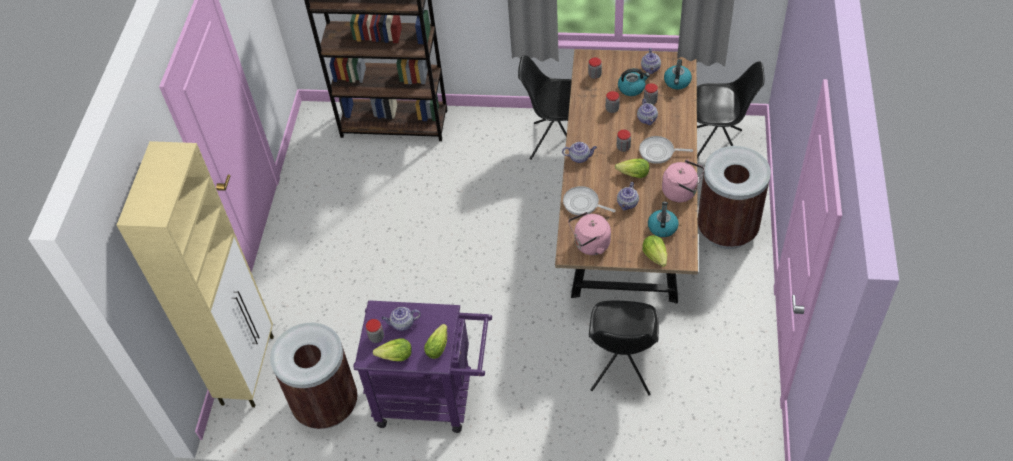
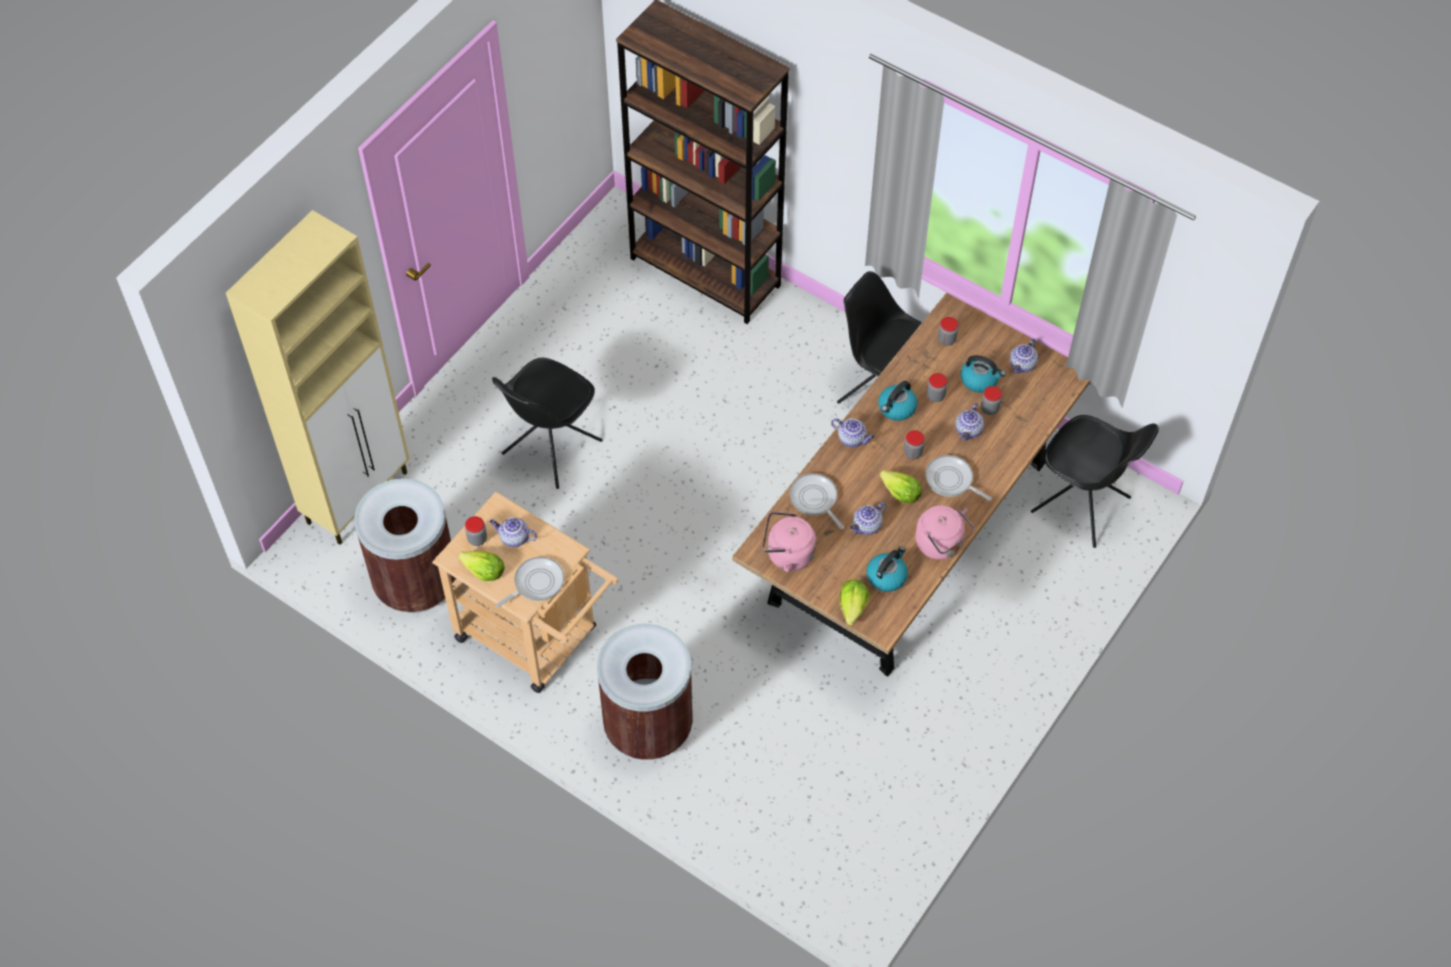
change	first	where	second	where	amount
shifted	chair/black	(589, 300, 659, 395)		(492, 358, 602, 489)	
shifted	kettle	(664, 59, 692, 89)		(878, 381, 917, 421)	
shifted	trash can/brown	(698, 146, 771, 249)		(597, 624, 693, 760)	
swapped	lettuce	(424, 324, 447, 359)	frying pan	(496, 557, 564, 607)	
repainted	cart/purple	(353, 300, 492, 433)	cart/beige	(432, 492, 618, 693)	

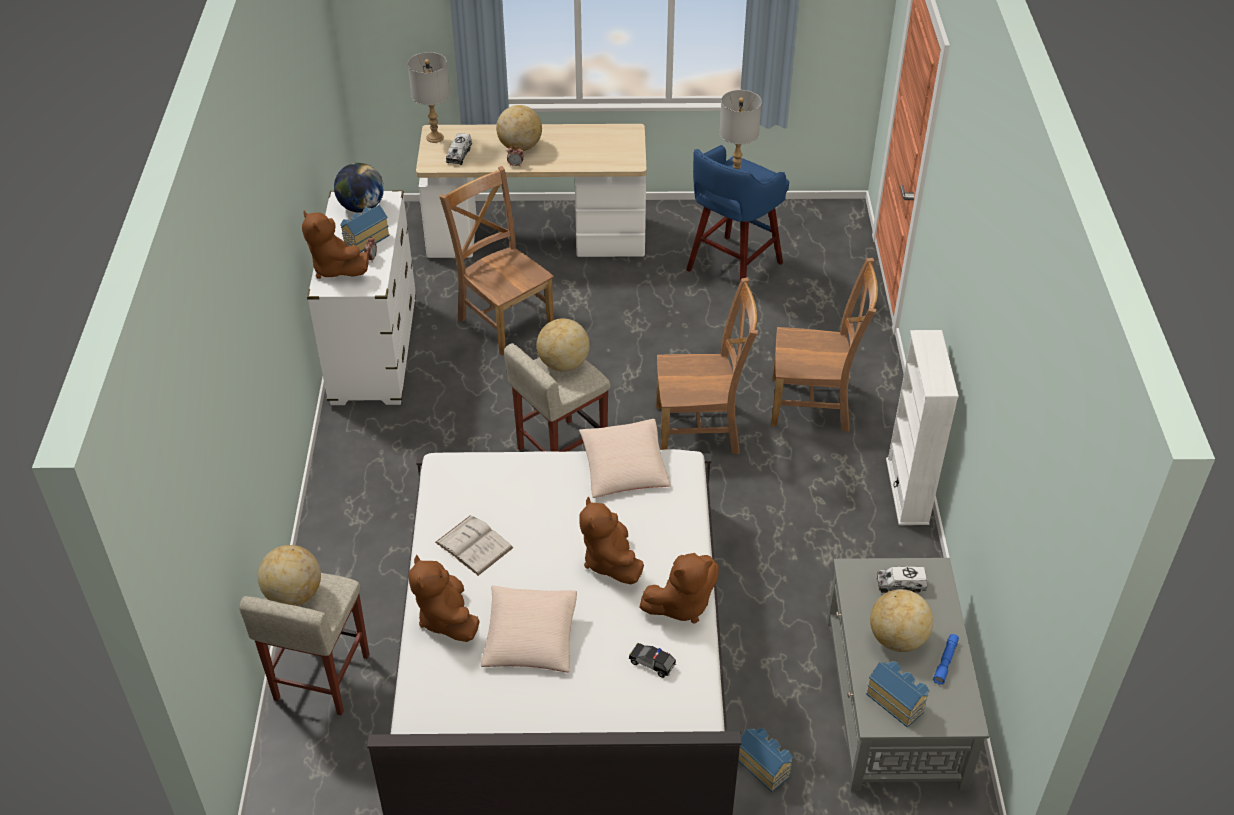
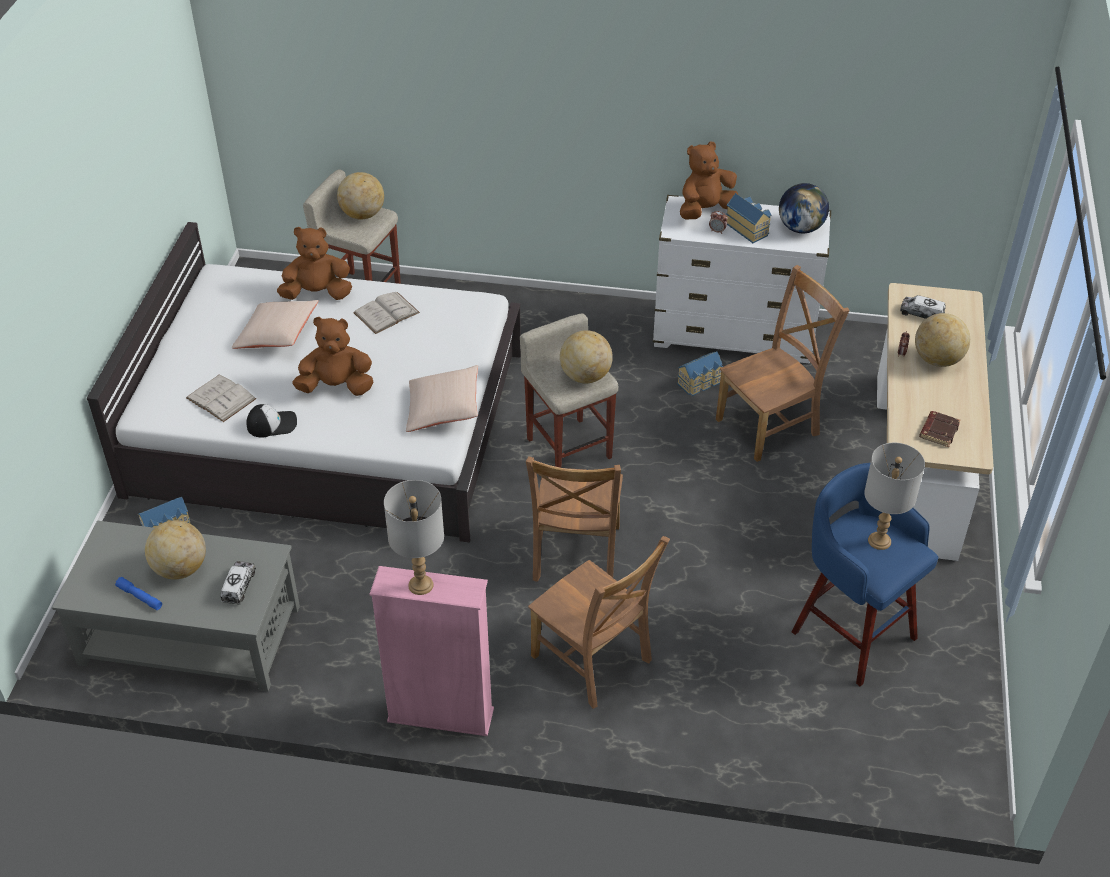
change	first	where	second	where	amount
new			book/brown	(919, 411, 961, 447)	
shifted	table lamp/grey	(408, 52, 450, 143)		(384, 480, 444, 595)	
shifted	toy house	(866, 661, 929, 728)		(677, 351, 723, 396)	
swapped	toy car	(629, 643, 676, 678)	book/white	(186, 375, 256, 422)	
swapped	plush toy/brown	(639, 553, 719, 623)	cap	(246, 404, 297, 438)	
repainted	bookcase/white	(886, 330, 959, 525)	bookcase/pink	(370, 566, 494, 736)	
rotated	chair/brown	(771, 258, 878, 432)		(528, 536, 670, 709)	60 degrees counterclockwise

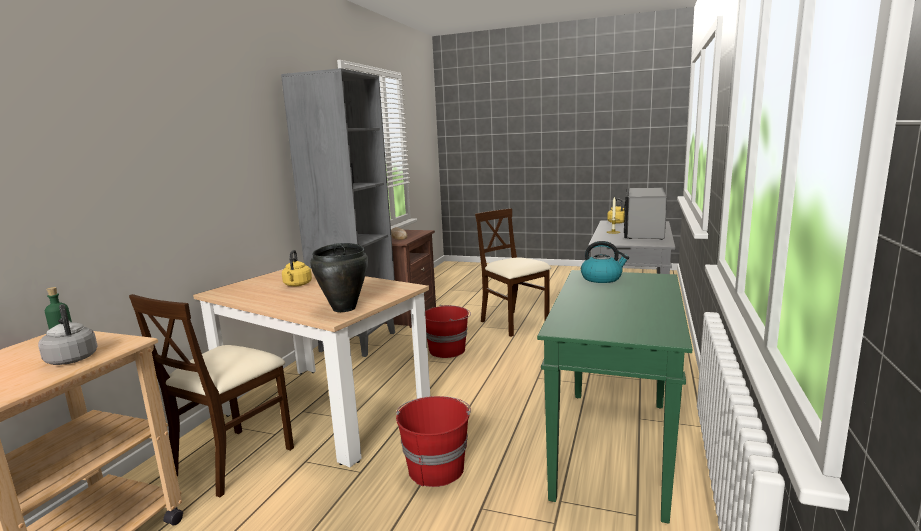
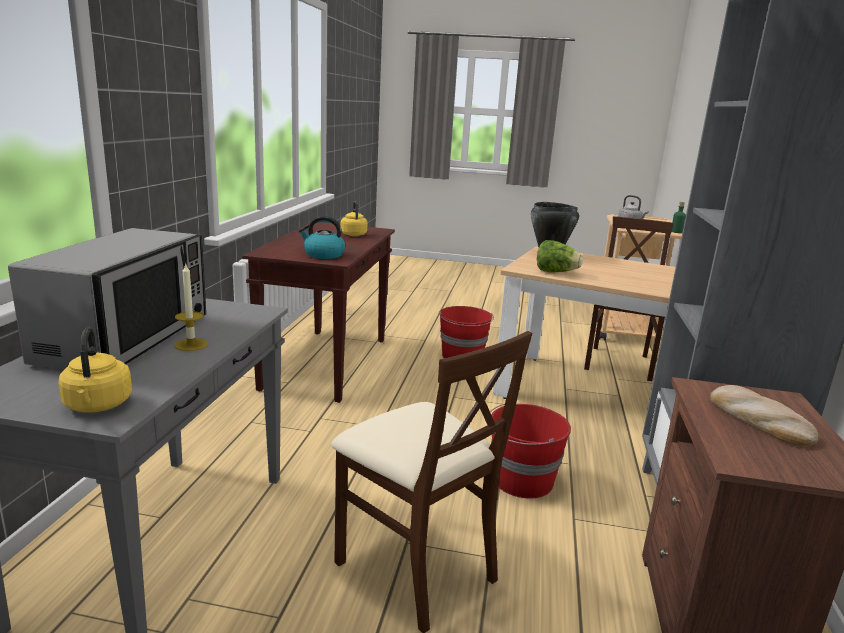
change	first	where	second	where	amount
new			lettuce	(537, 240, 583, 272)	
shifted	kettle/yellow	(282, 250, 312, 286)		(341, 201, 368, 236)	
repainted	console table/green	(537, 270, 692, 524)	console table/brown	(242, 222, 395, 403)	

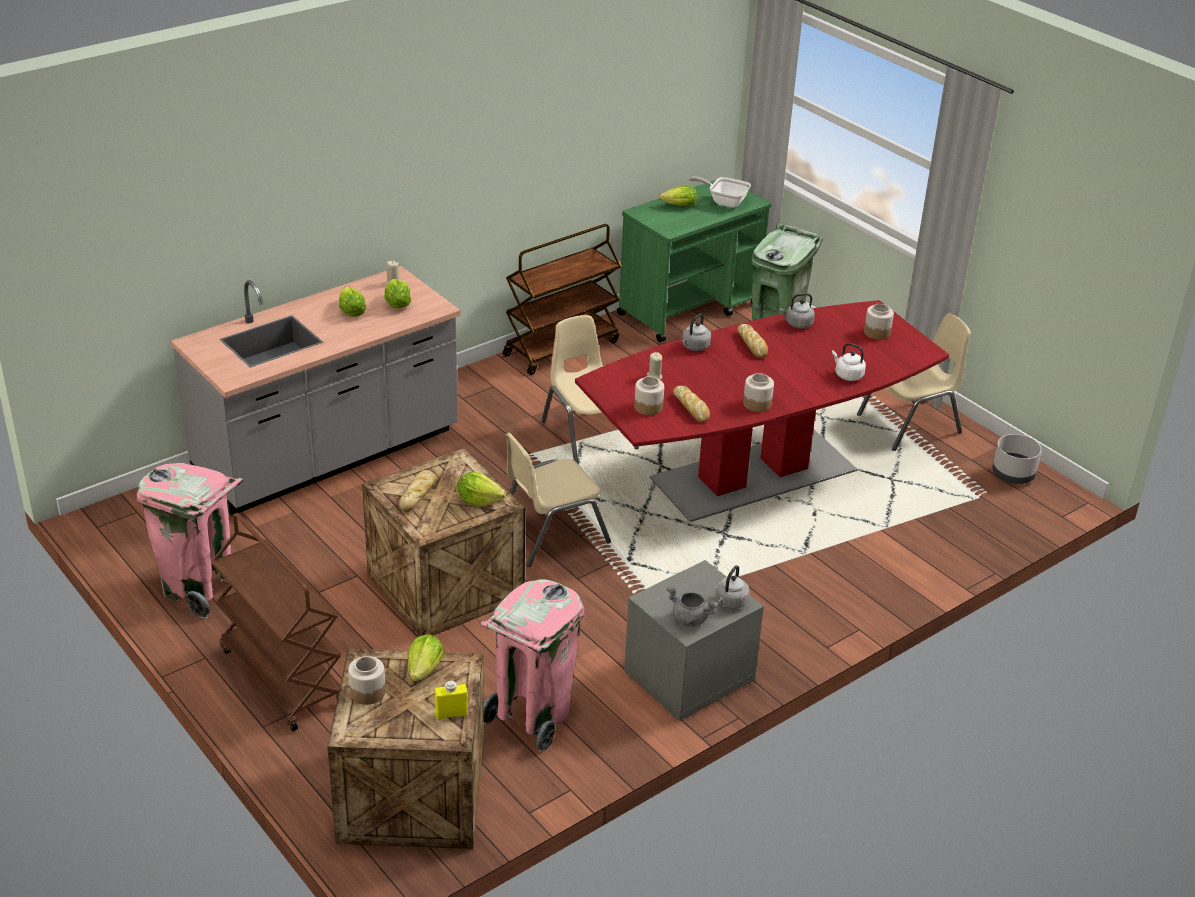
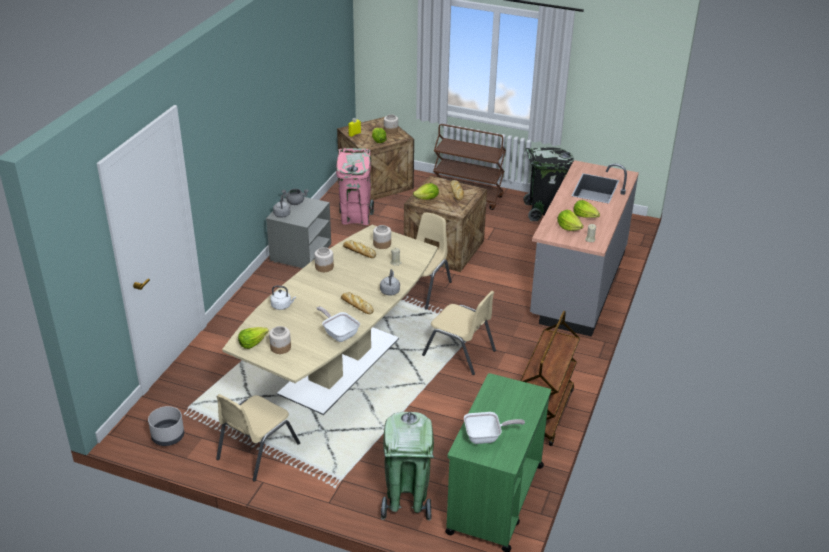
change	first	where	second	where	amount
shifted	lettuce	(659, 185, 697, 206)		(238, 327, 269, 349)	
swapped	kettle/grey	(779, 293, 815, 328)	frying pan	(317, 306, 360, 342)	
repainted	trash can/pink	(137, 463, 243, 619)	trash can/black	(523, 147, 574, 221)	
repainted	dining table/red	(575, 300, 949, 522)	dining table/beige	(222, 225, 438, 415)	

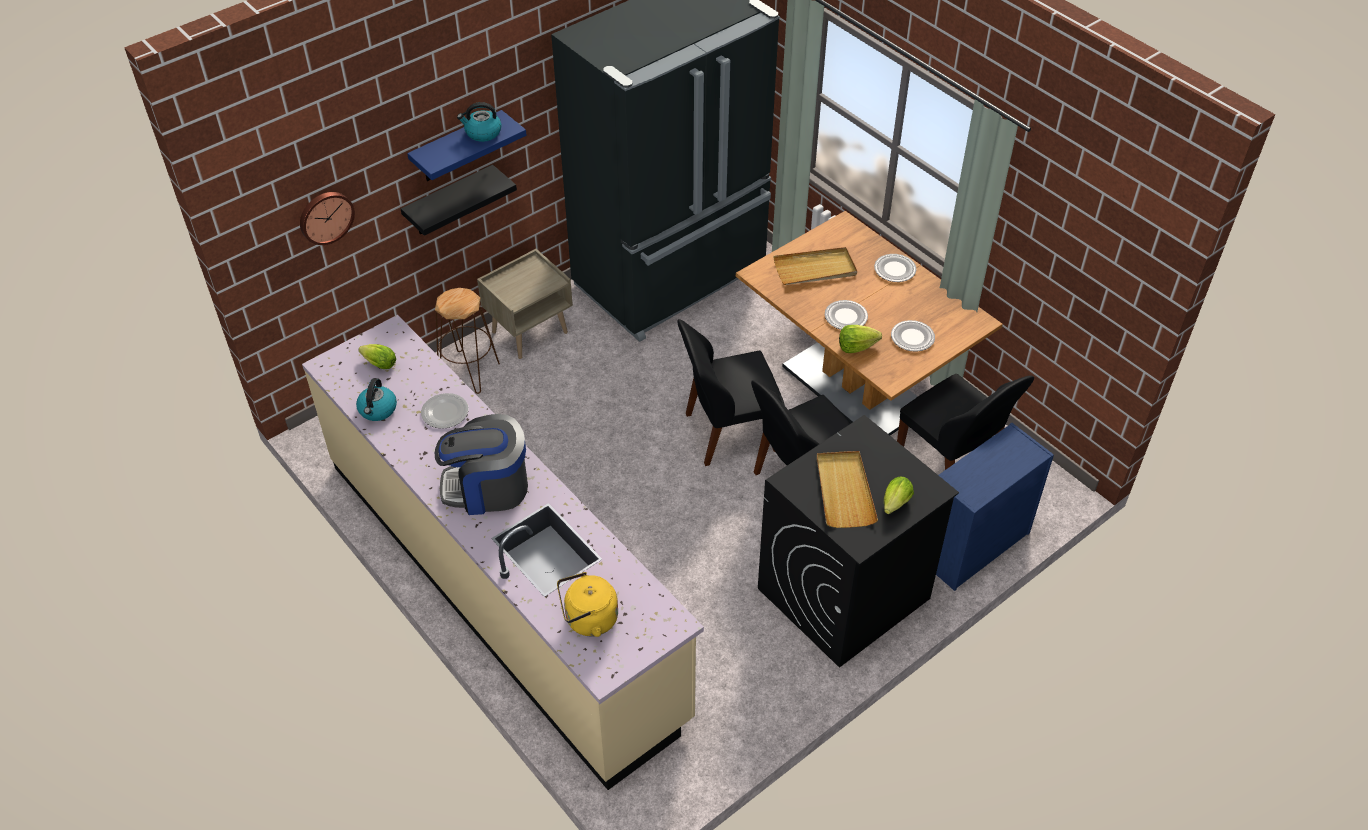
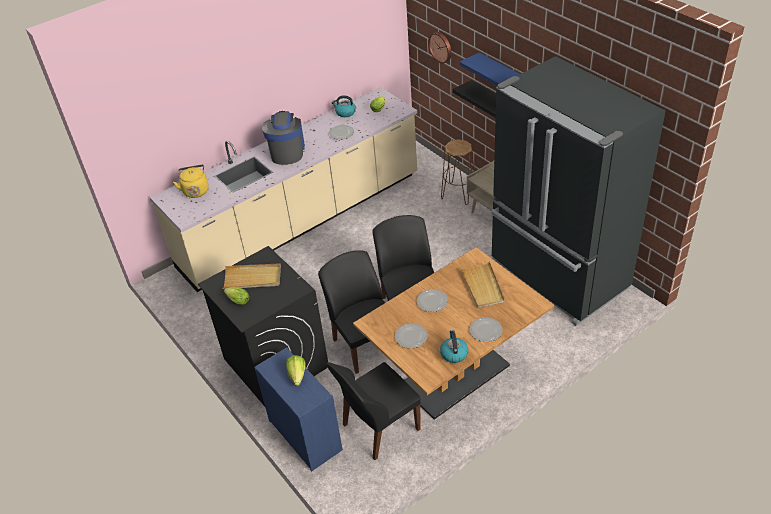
change	first	where	second	where	amount
shifted	kettle	(457, 102, 502, 142)		(440, 330, 468, 363)	
shifted	lettuce	(839, 325, 882, 353)		(286, 355, 306, 386)	

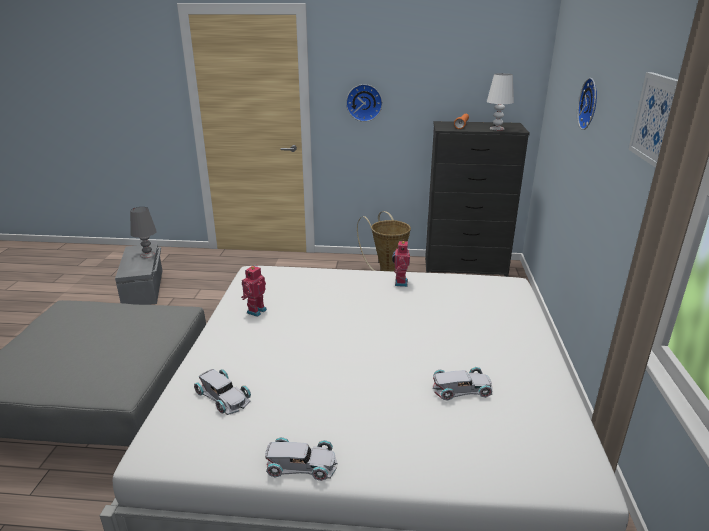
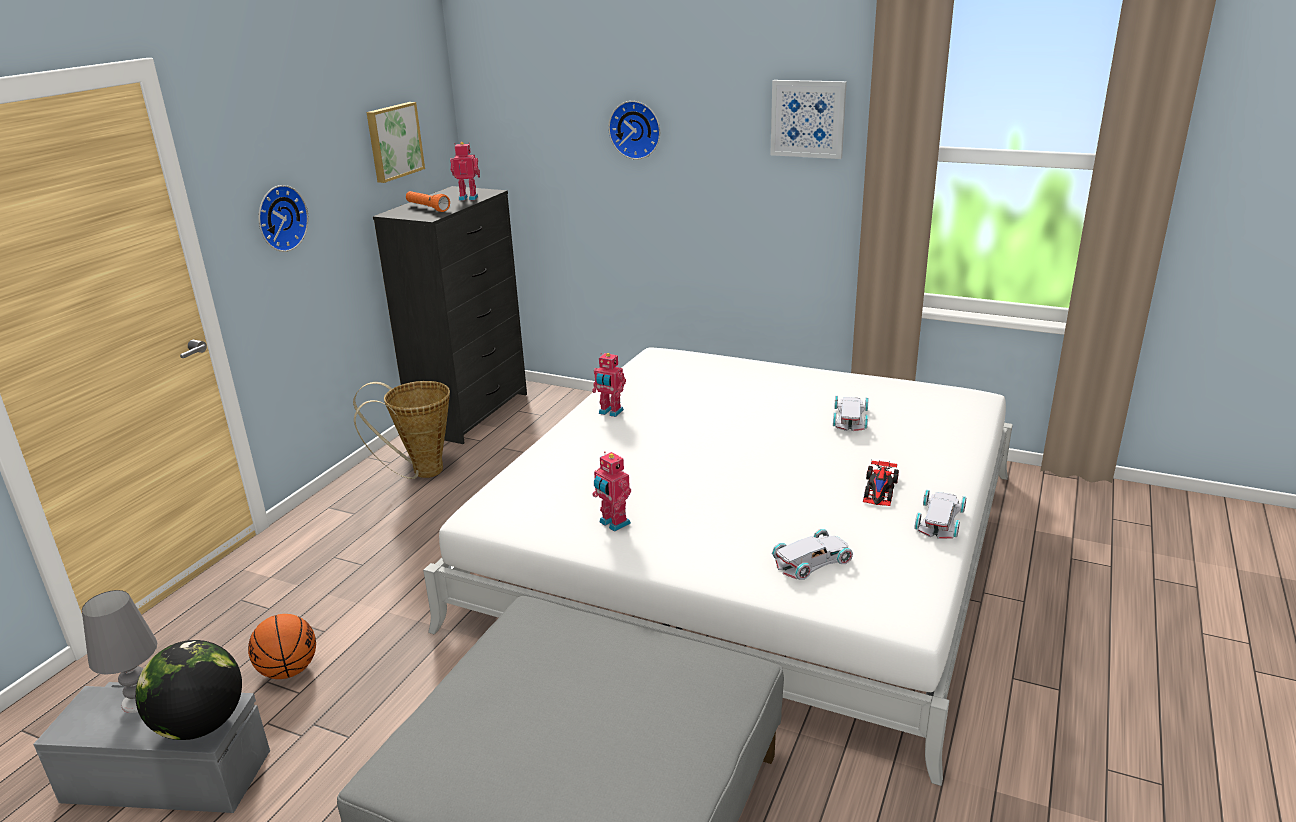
change	first	where	second	where	amount
new			globe	(135, 640, 242, 740)	
new			basketball	(248, 614, 316, 679)	
new			picture	(366, 102, 425, 183)	
new			toy car	(863, 459, 899, 506)	
swapped	table lamp/white	(487, 73, 514, 130)	toy robot	(450, 142, 480, 201)	

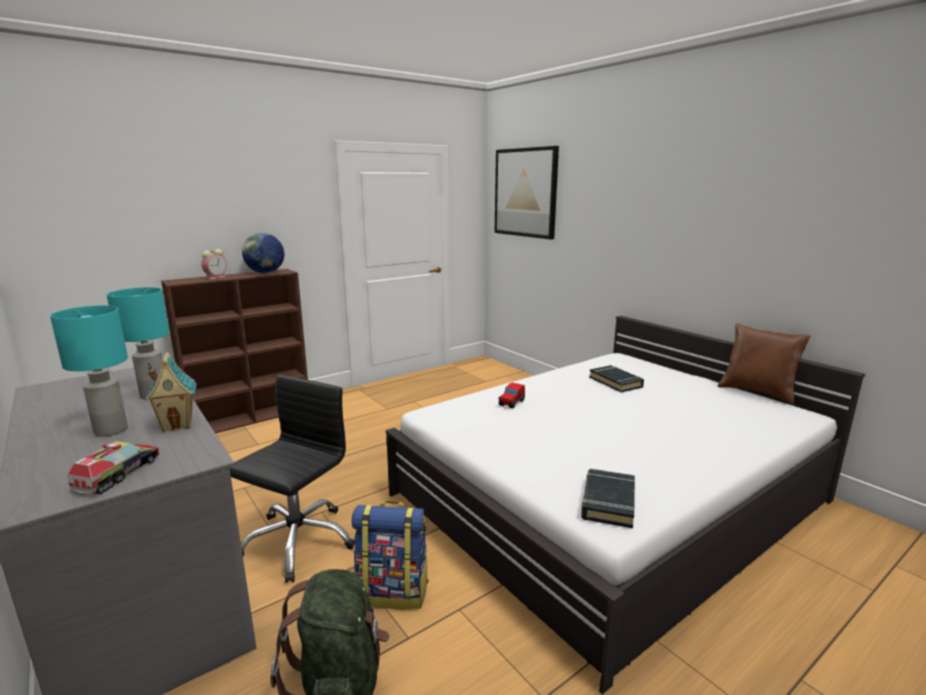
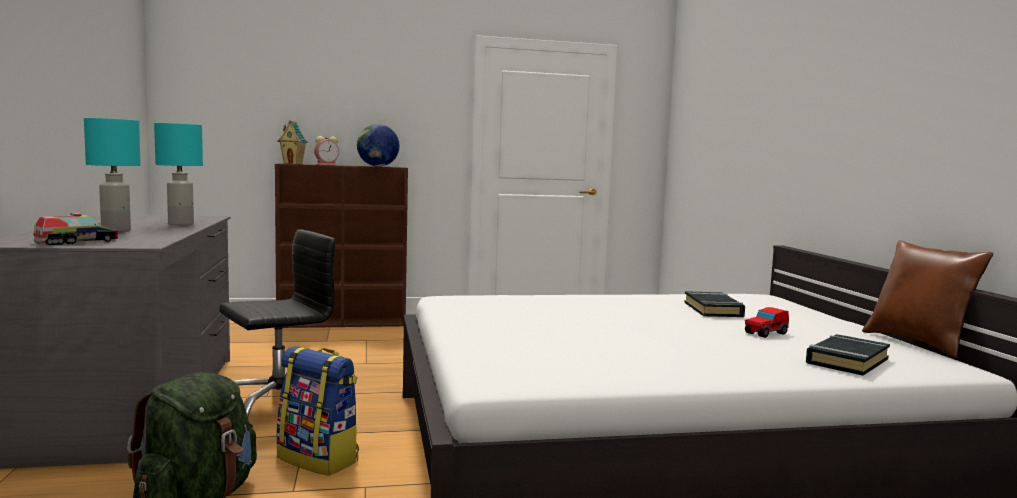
change	first	where	second	where	amount
gone	picture	(495, 146, 559, 239)			
shifted	toy house	(145, 352, 197, 432)		(277, 120, 308, 164)	
shifted	toy car	(499, 383, 525, 409)		(745, 307, 789, 338)	
shifted	book/black	(581, 469, 635, 528)		(806, 334, 890, 376)	

